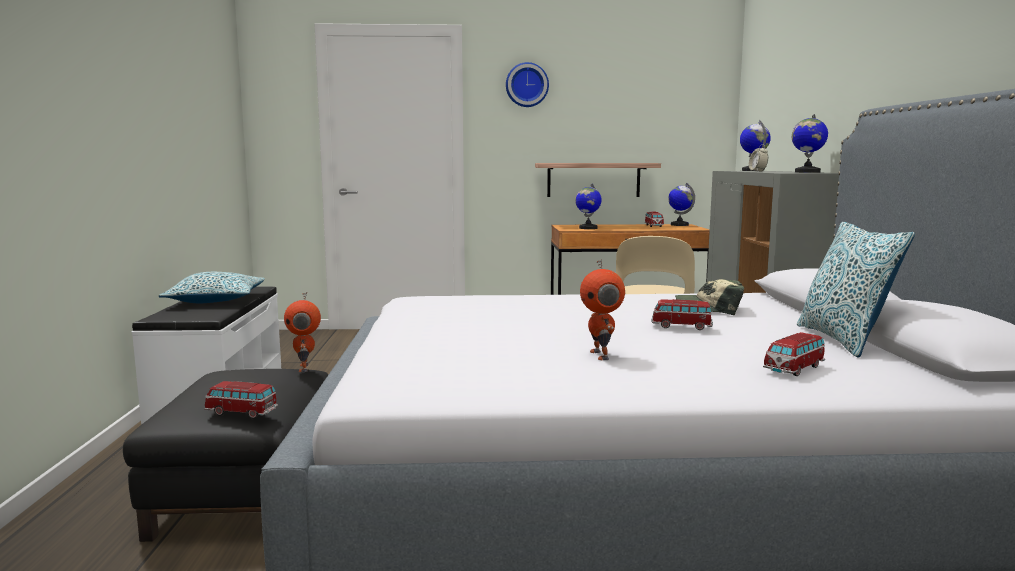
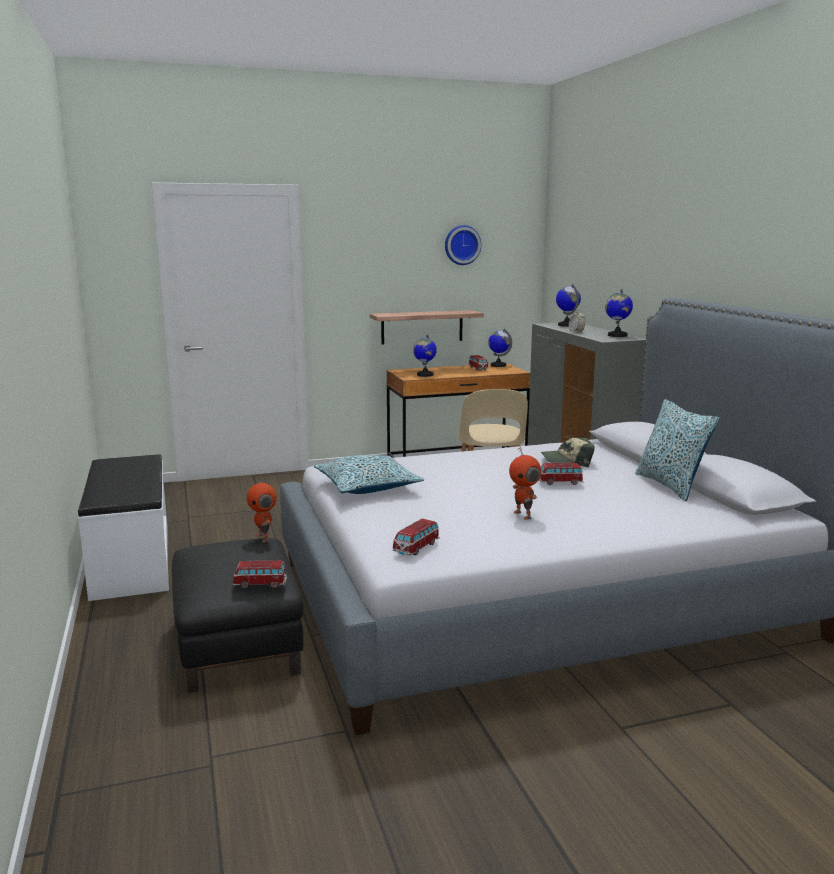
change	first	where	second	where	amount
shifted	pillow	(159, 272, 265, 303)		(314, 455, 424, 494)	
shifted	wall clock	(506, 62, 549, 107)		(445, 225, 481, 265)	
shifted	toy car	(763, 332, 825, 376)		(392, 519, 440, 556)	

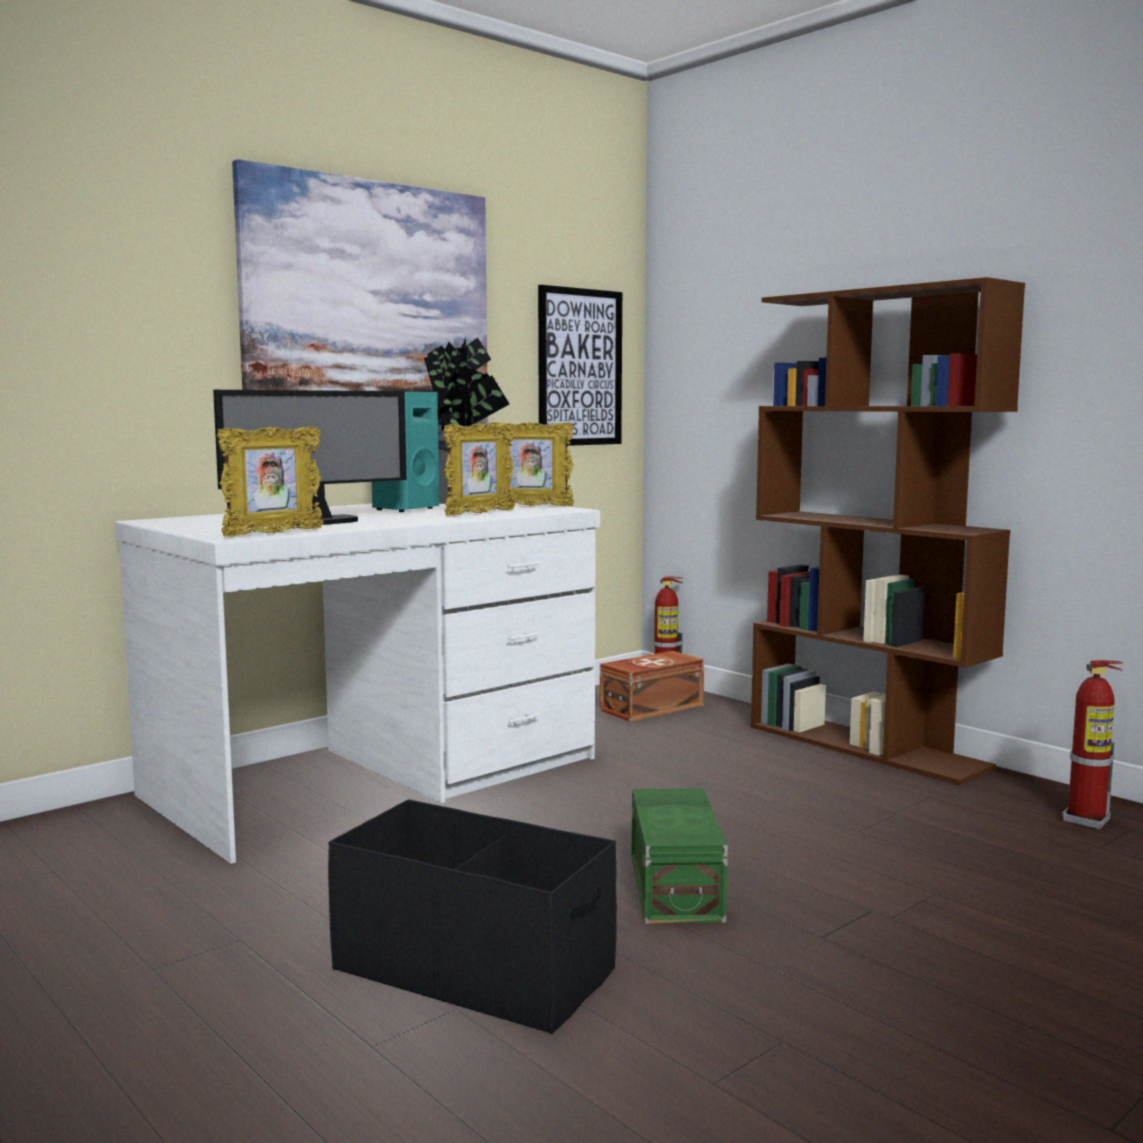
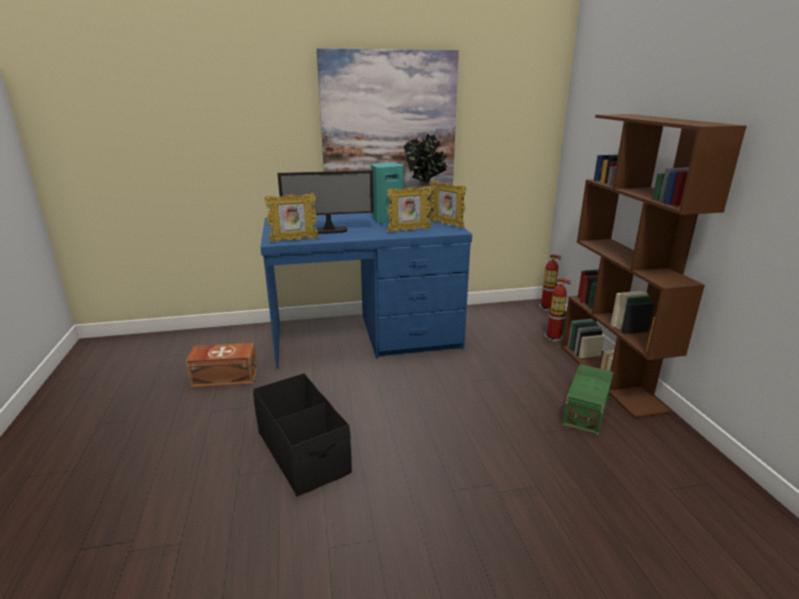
change	first	where	second	where	amount
gone	picture	(538, 285, 622, 446)			
shifted	storage box/brown	(600, 651, 704, 722)		(186, 343, 258, 388)	
shifted	storage box/green	(631, 788, 728, 924)		(562, 364, 613, 435)	
shifted	fire extinguisher	(1062, 660, 1123, 829)		(544, 278, 571, 343)	
repainted	desk/white	(115, 503, 600, 864)	desk/blue	(260, 213, 472, 369)	

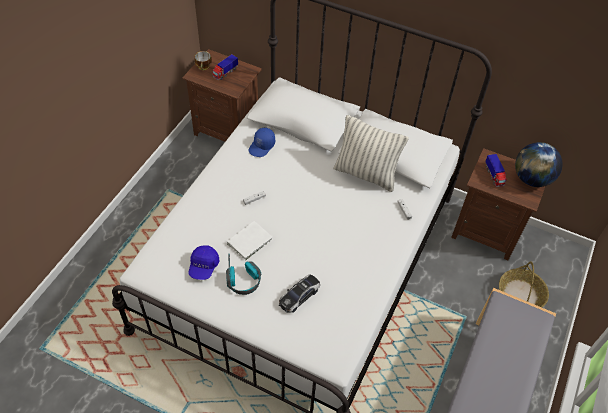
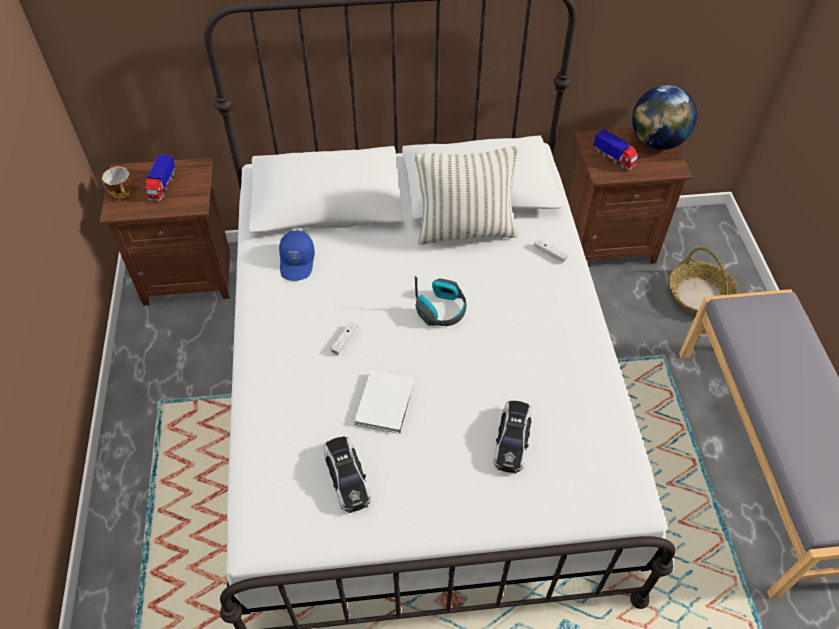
change	first	where	second	where	amount
shifted	headphones	(226, 254, 261, 295)		(415, 276, 466, 326)	
swapped	cap/blue	(189, 245, 219, 280)	toy car	(324, 436, 371, 513)	

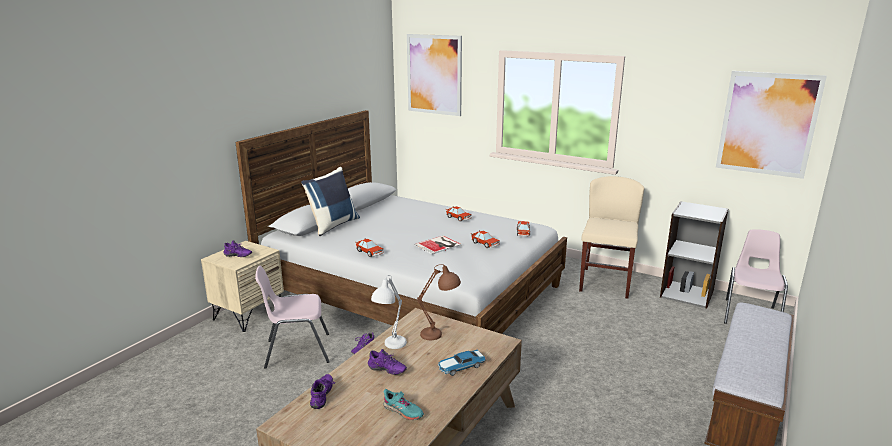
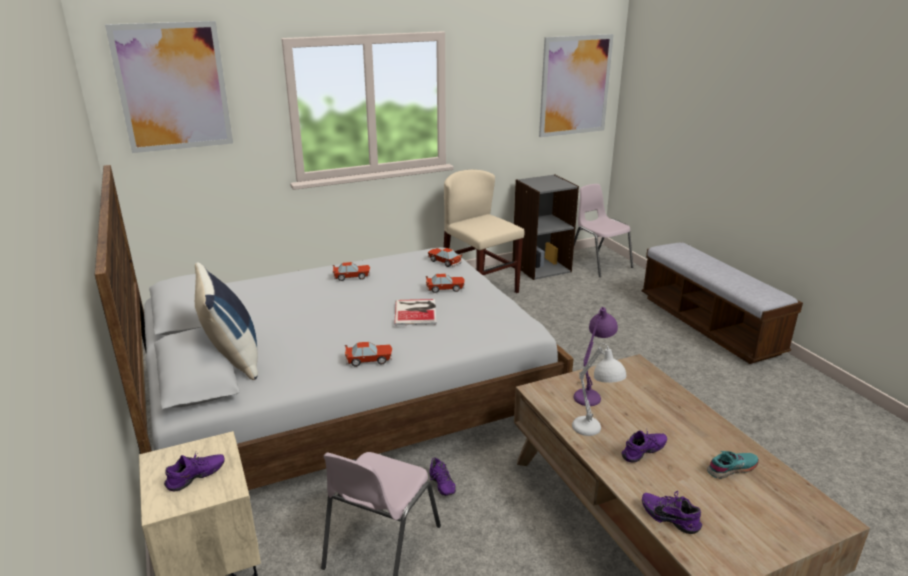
change	first	where	second	where	amount
gone	toy car	(438, 350, 486, 376)			
repainted	table lamp/brown	(417, 264, 461, 340)	table lamp/purple	(574, 307, 618, 406)	

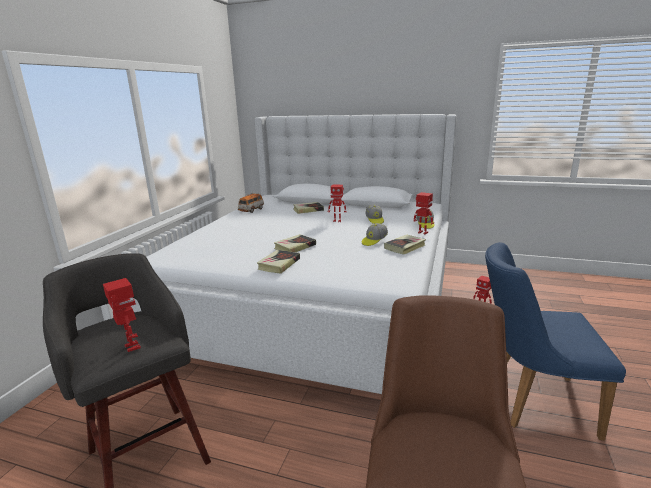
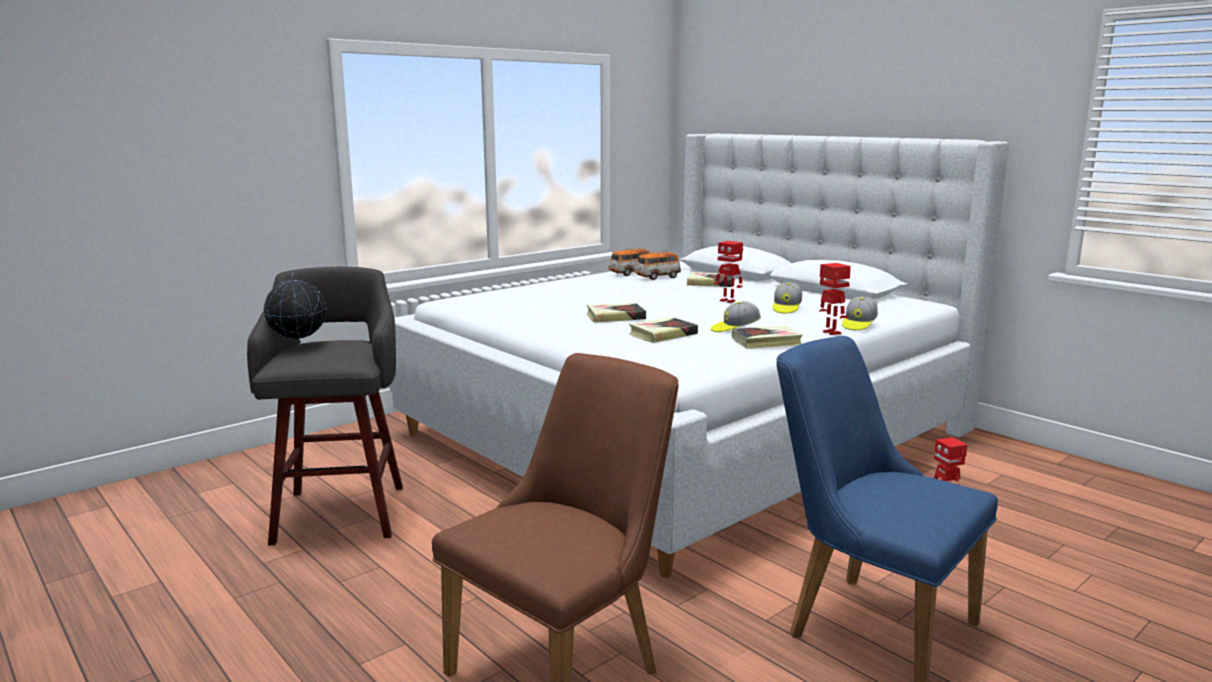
change	first	where	second	where	amount
gone	toy robot	(103, 278, 141, 352)			
new			globe	(264, 273, 326, 346)	
new			toy car	(634, 250, 681, 280)	
shifted	book	(257, 250, 300, 274)		(629, 317, 698, 343)	

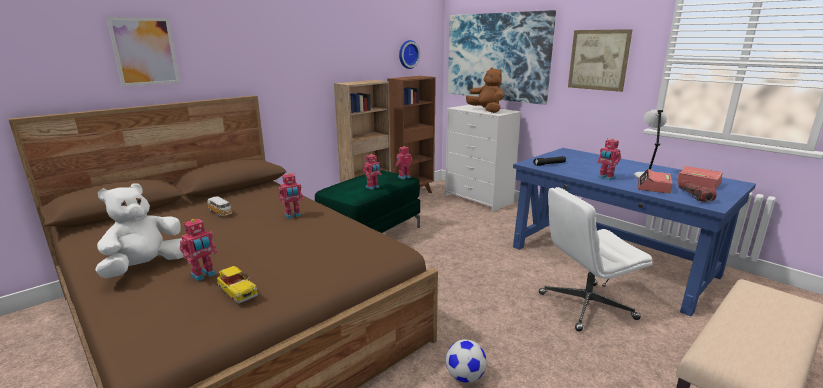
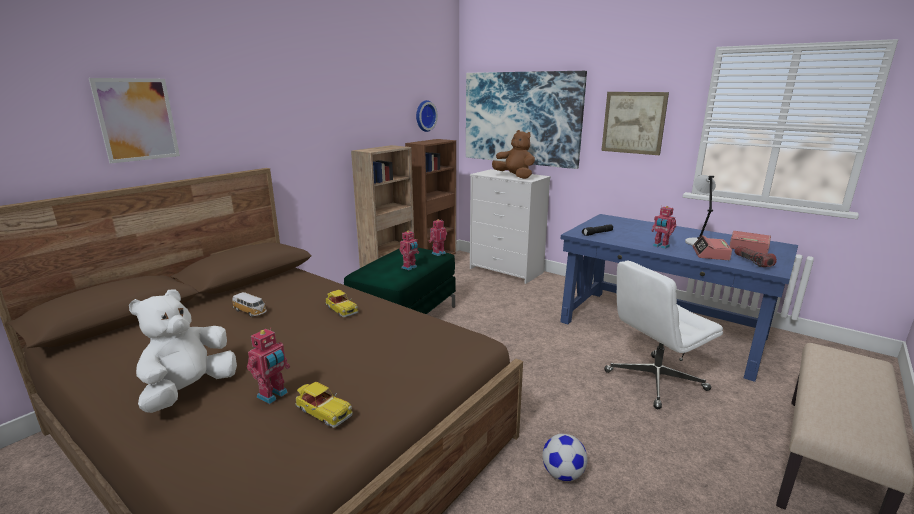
change	first	where	second	where	amount
swapped	toy robot	(278, 173, 303, 219)	toy car	(325, 290, 358, 317)	

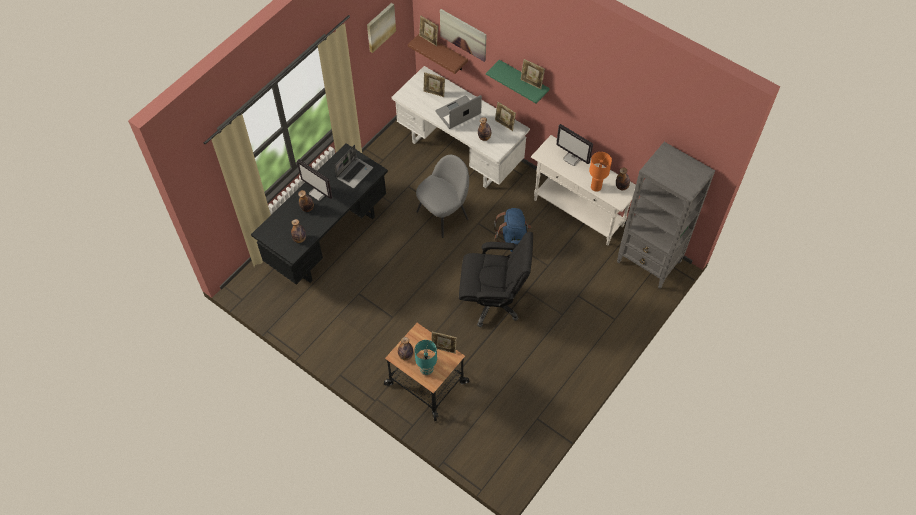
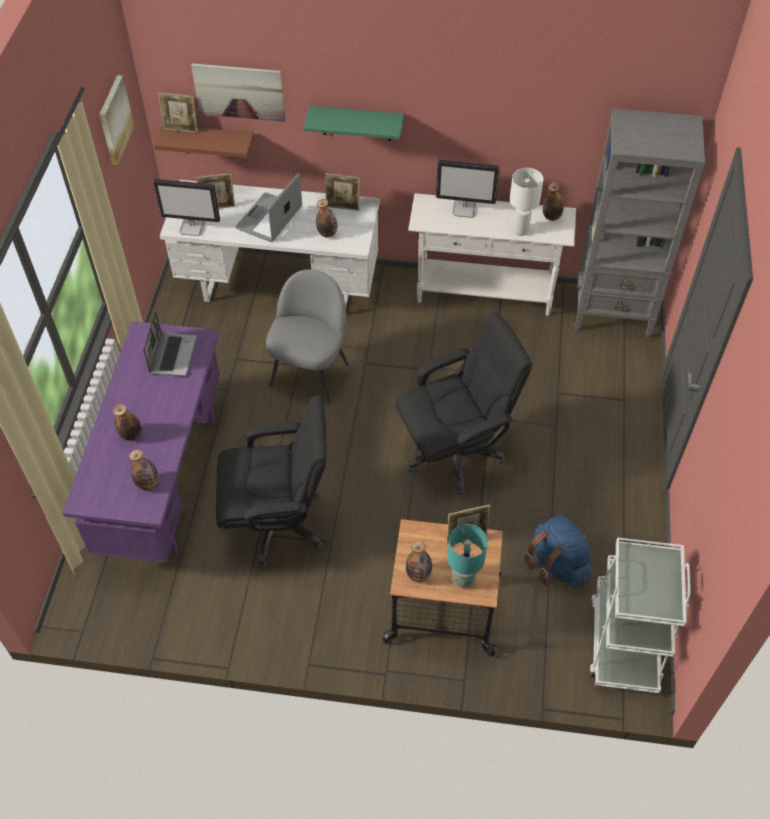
change	first	where	second	where	amount
gone	picture frame	(520, 59, 545, 89)			
new			office chair/black	(216, 395, 327, 569)	
new			cart/white	(590, 537, 691, 693)	
shifted	monitor	(297, 159, 332, 201)		(153, 179, 220, 236)	
shifted	backpack/blue	(494, 208, 531, 252)		(524, 514, 592, 589)	
repainted	desk/black	(251, 143, 388, 285)	desk/purple	(62, 321, 220, 563)	
repainted	table lamp/orange	(589, 152, 612, 192)	table lamp/white	(510, 168, 543, 236)	

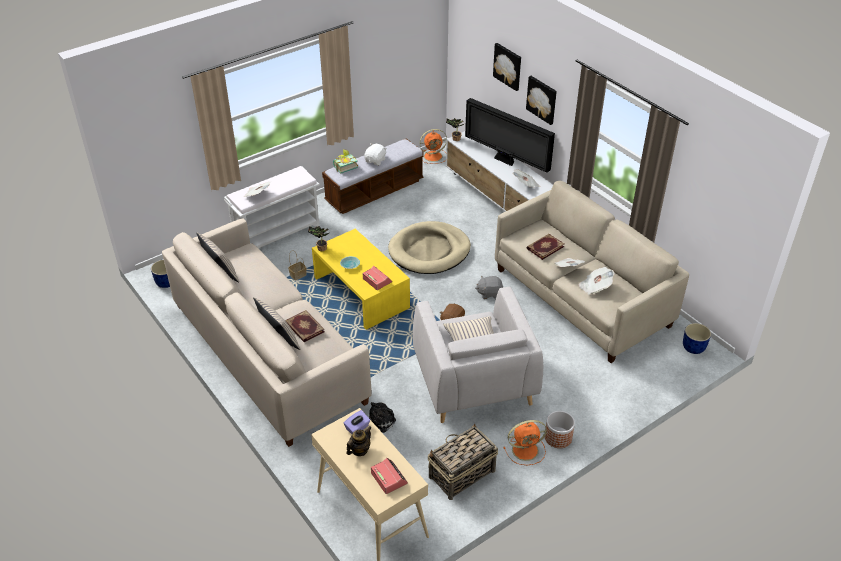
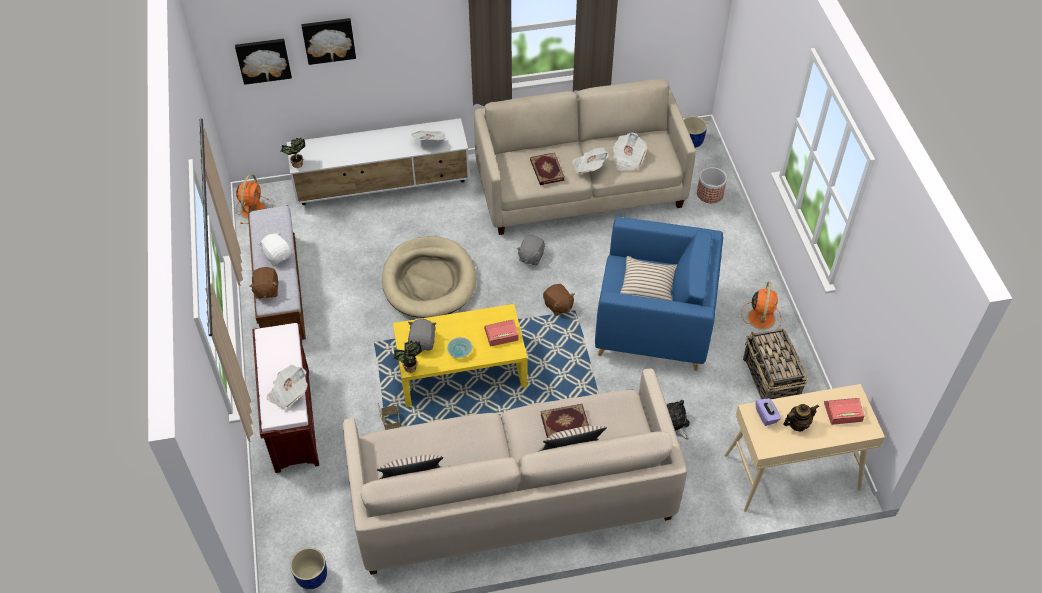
change	first	where	second	where	amount
gone	television	(465, 98, 555, 173)			
new			plush toy/grey	(408, 319, 437, 351)	
shifted	picture	(526, 76, 557, 125)		(235, 39, 292, 85)	
shifted	planter	(545, 411, 575, 448)		(697, 167, 727, 203)	
swapped	book	(333, 149, 358, 173)	plush toy/brown	(249, 267, 278, 299)	
repainted	bench/white	(224, 166, 320, 248)	bench/brown	(252, 323, 319, 473)	
repainted	armchair/grey	(413, 286, 543, 423)	armchair/blue	(595, 217, 723, 371)	
rotated	teapot	(346, 427, 372, 456)		(783, 404, 819, 432)	90 degrees clockwise

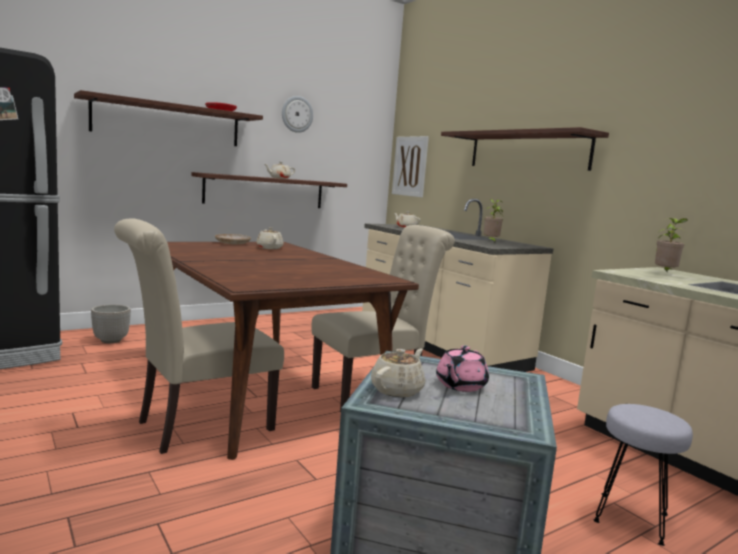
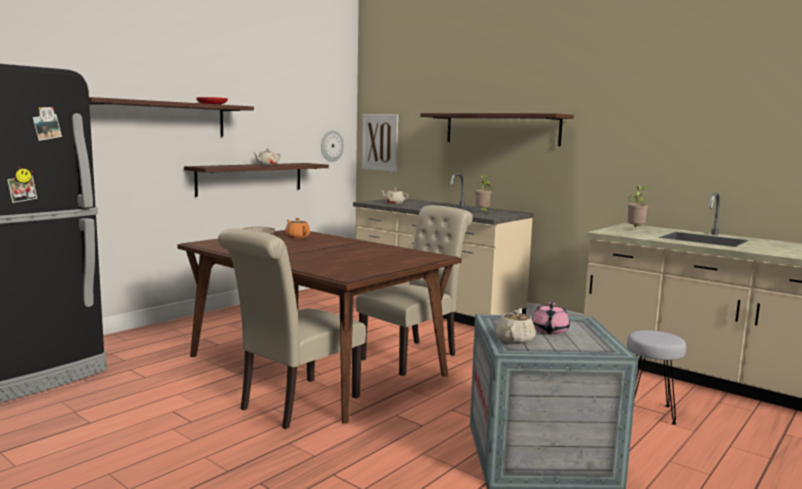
change	first	where	second	where	amount
gone	planter	(91, 304, 131, 343)			
shifted	wall clock	(282, 96, 313, 133)		(321, 130, 344, 162)	
repainted	teapot/beige	(257, 227, 284, 249)	teapot/orange	(285, 218, 310, 239)	

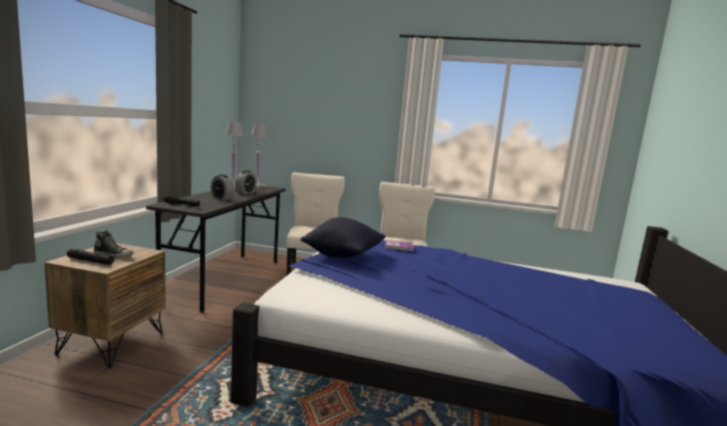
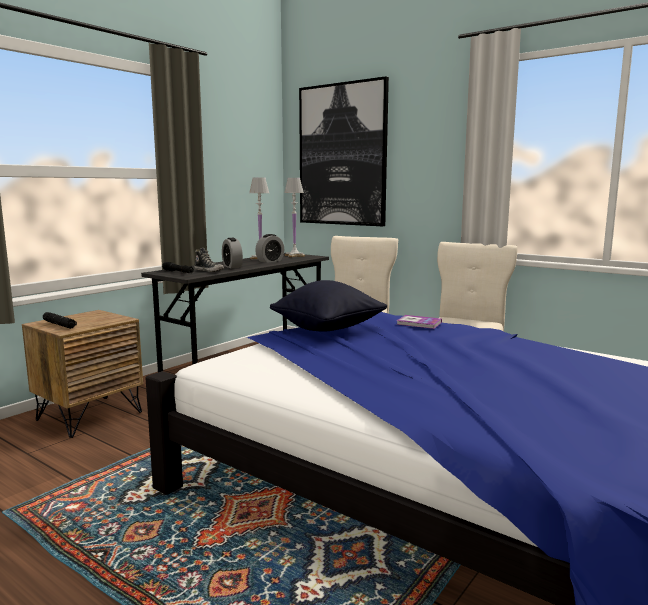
change	first	where	second	where	amount
new			picture	(299, 76, 389, 226)	
shifted	shoe	(94, 230, 134, 258)		(194, 248, 224, 272)	

